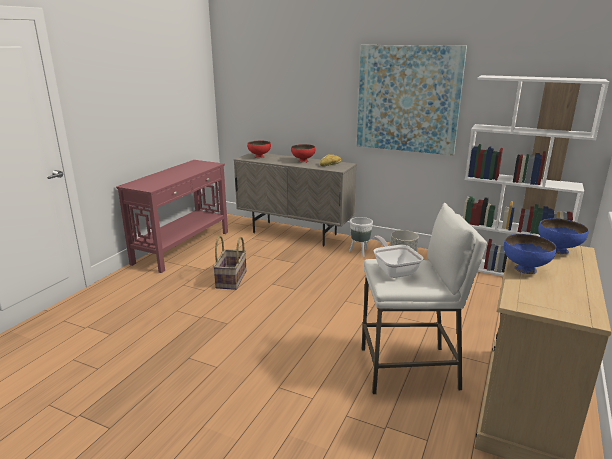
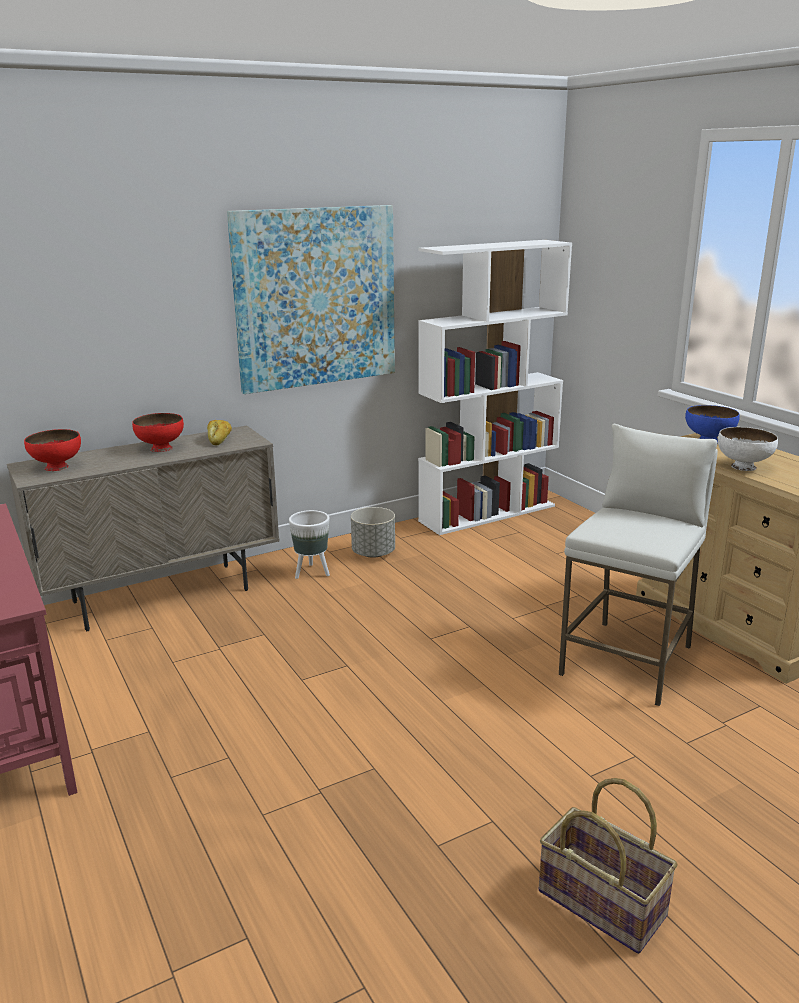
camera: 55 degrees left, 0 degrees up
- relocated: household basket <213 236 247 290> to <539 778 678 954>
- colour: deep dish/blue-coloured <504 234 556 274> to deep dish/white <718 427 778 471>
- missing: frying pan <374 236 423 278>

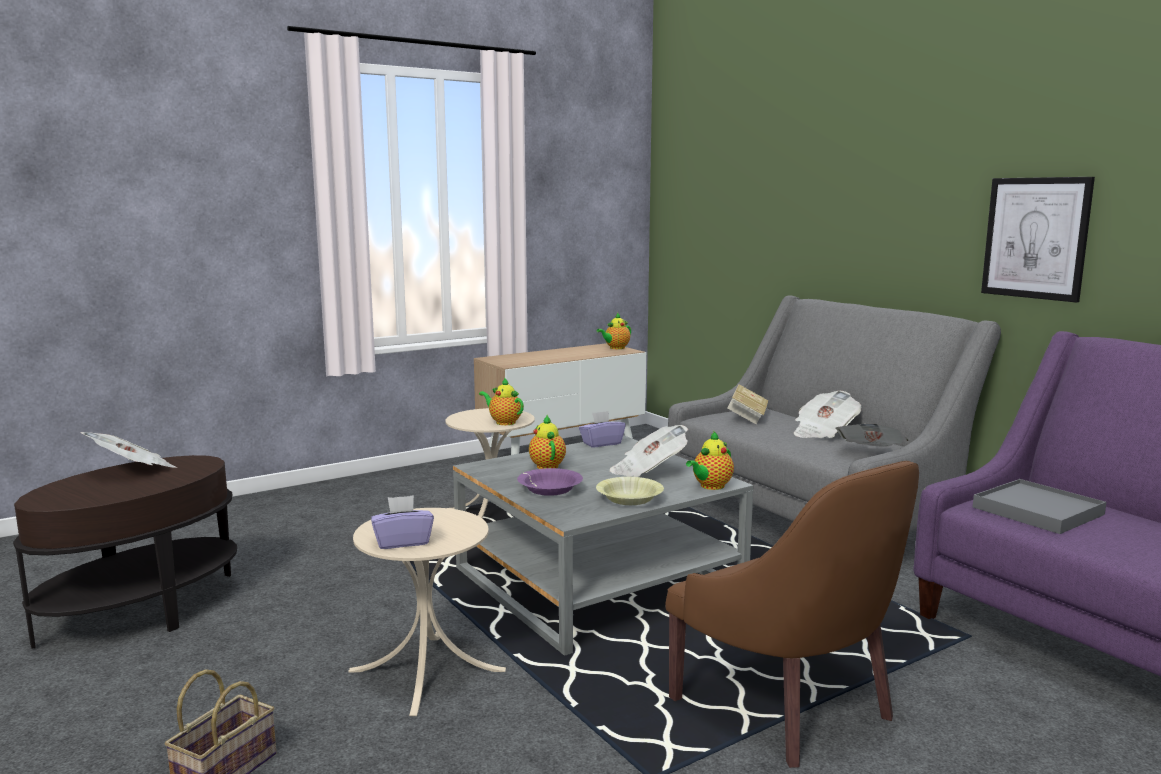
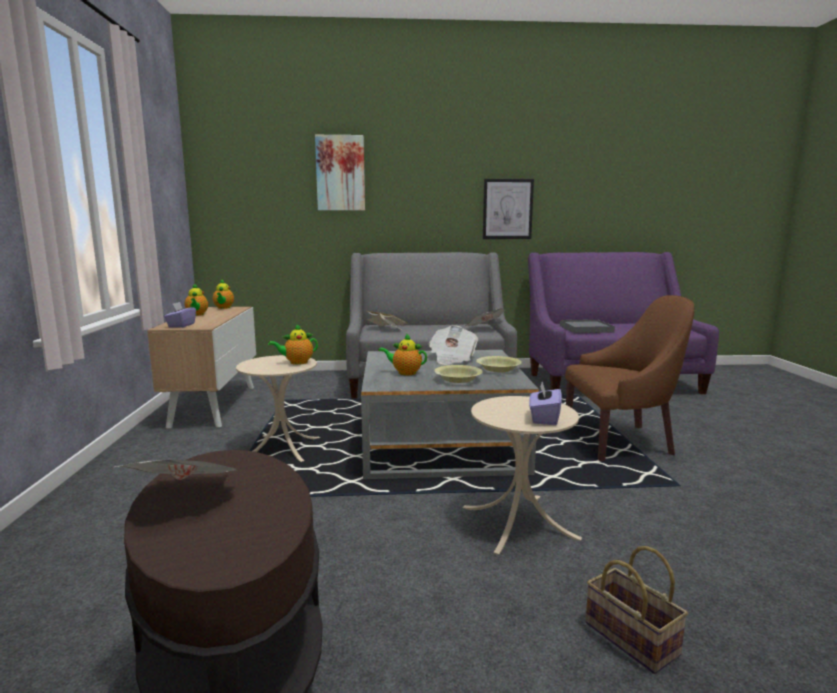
camera: 60 degrees left, 0 degrees up
- relocated: tissue holder/purple-coloured <579 411 626 448> to <164 302 196 328>
- relocated: tea pot <686 431 734 490> to <185 283 208 316>
- appeared: picture <315 135 365 211>
- colour: deep dish/purple-coloured <517 468 583 496> to deep dish/yellow-coloured <434 365 483 383>
- missing: newspaper <794 391 861 438>

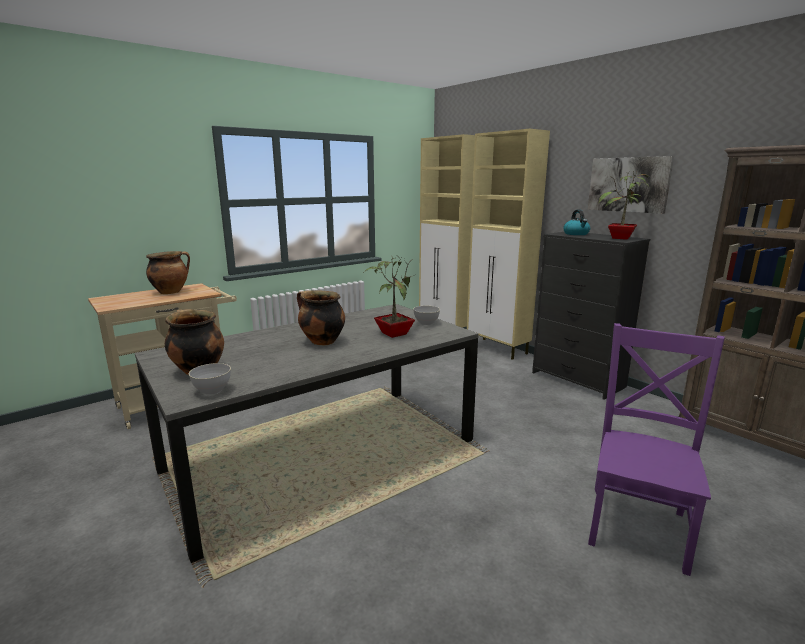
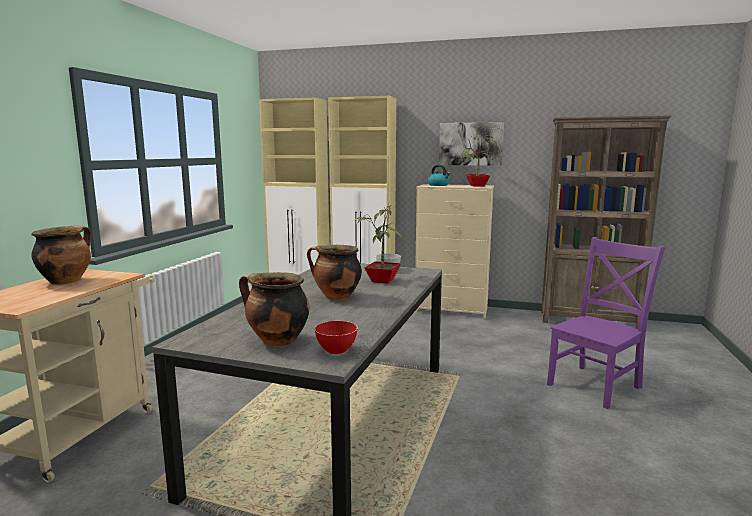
camera: 35 degrees left, 5 degrees down
- colour: deep dish/gray <189 363 231 395> to deep dish/red-coloured <315 321 358 354>
- colour: dresser/black-coloured <532 232 650 400> to dresser/beige-coloured <415 184 494 319>
- spun: upright chair/purple-coloured <588 323 725 576> = <547 237 665 409> 60 degrees clockwise

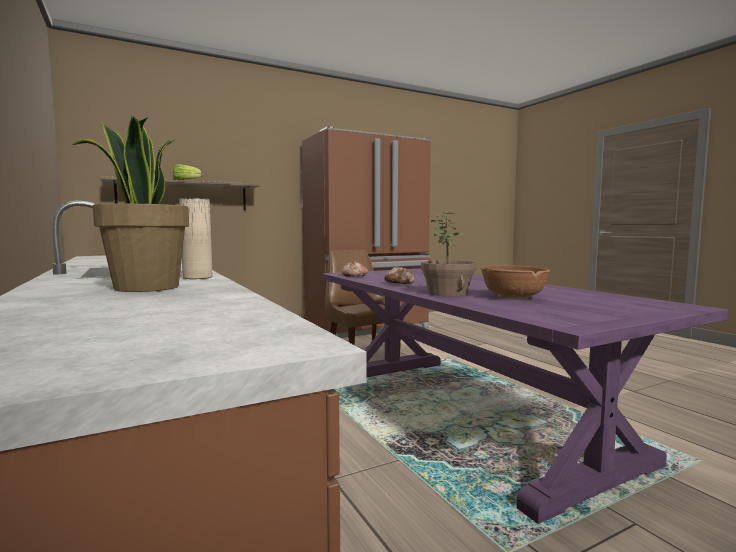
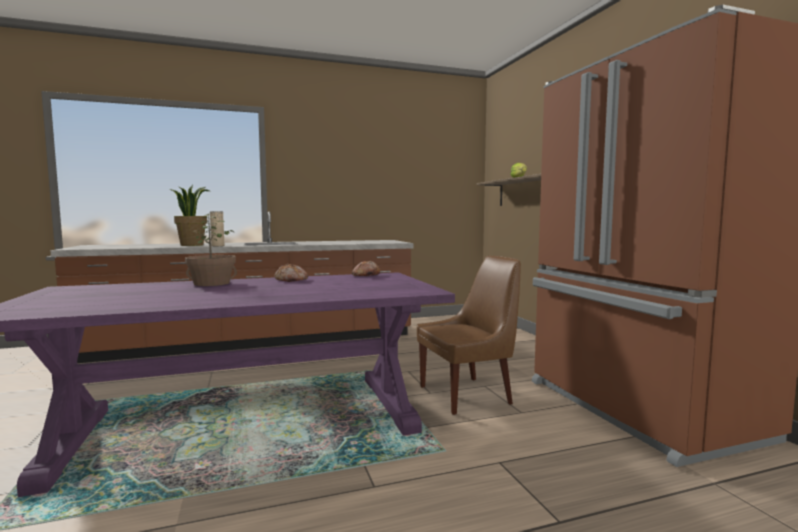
camera: 100 degrees right, 0 degrees up
- missing: deep dish/brownish <481 265 550 299>

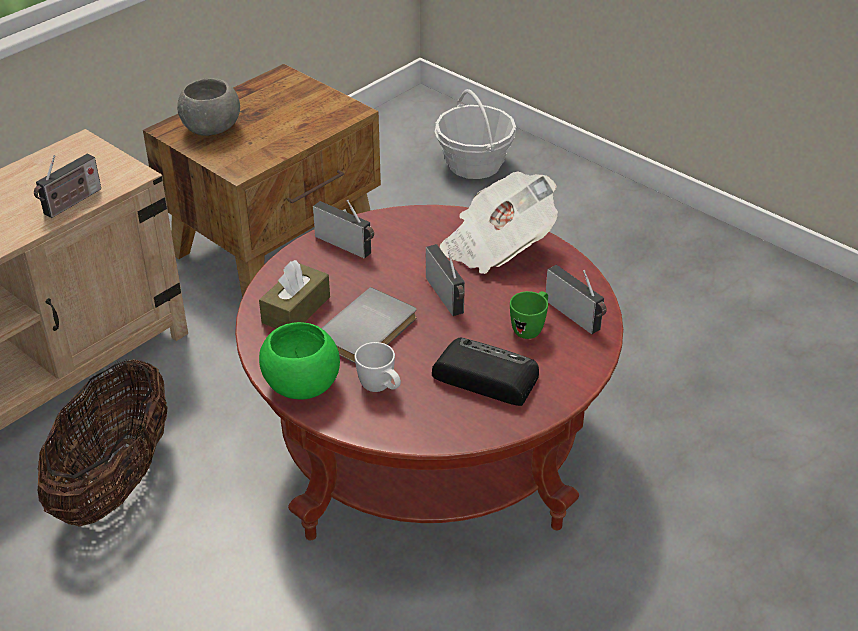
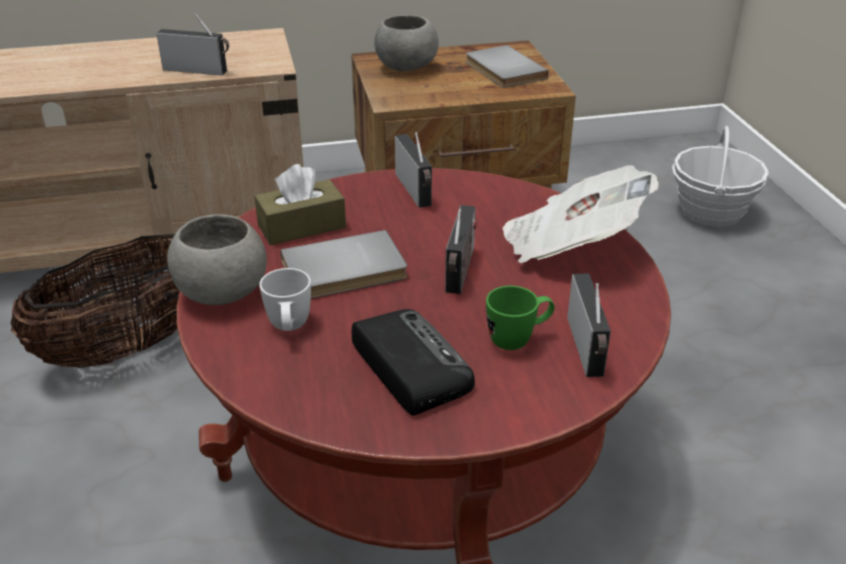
camera: 35 degrees right, 5 degrees down
- spun: radio set <34 154 101 218> = <156 13 229 76> 150 degrees counterclockwise
- colour: deep dish/greenish <259 322 340 400> to deep dish/gray <167 214 267 305>
- appeared: volume/gray <466 45 548 88>

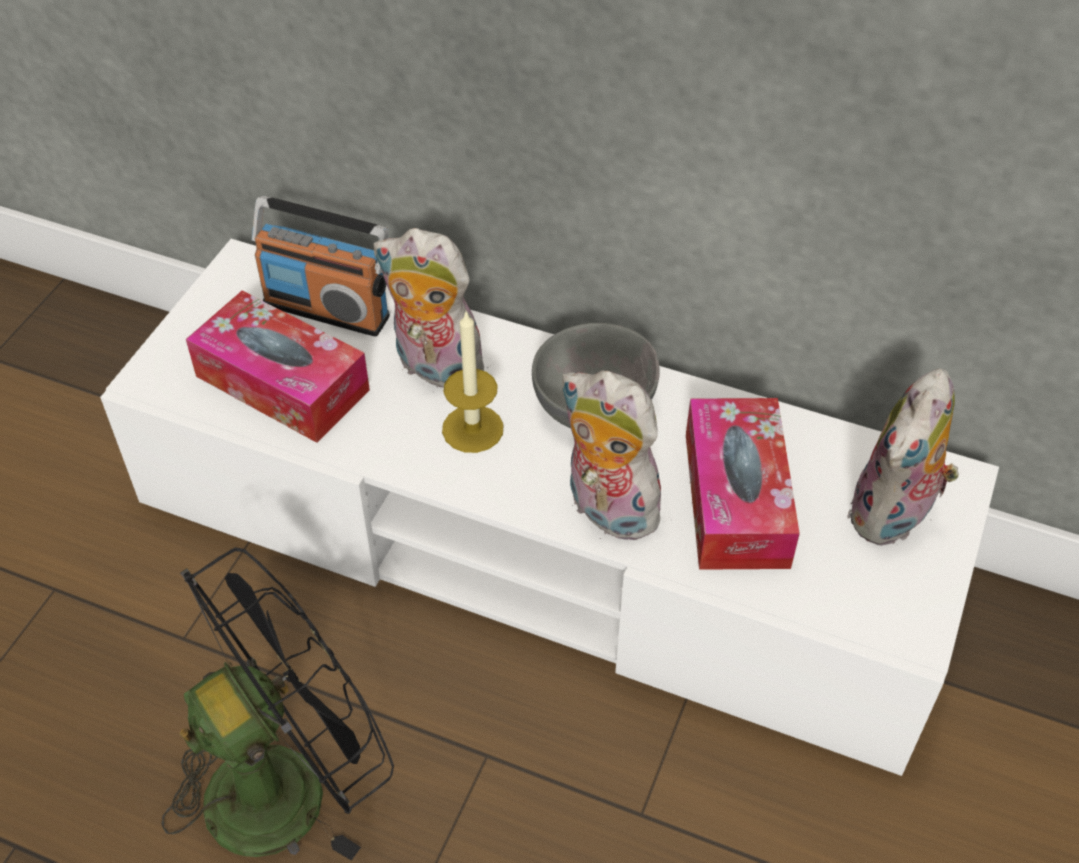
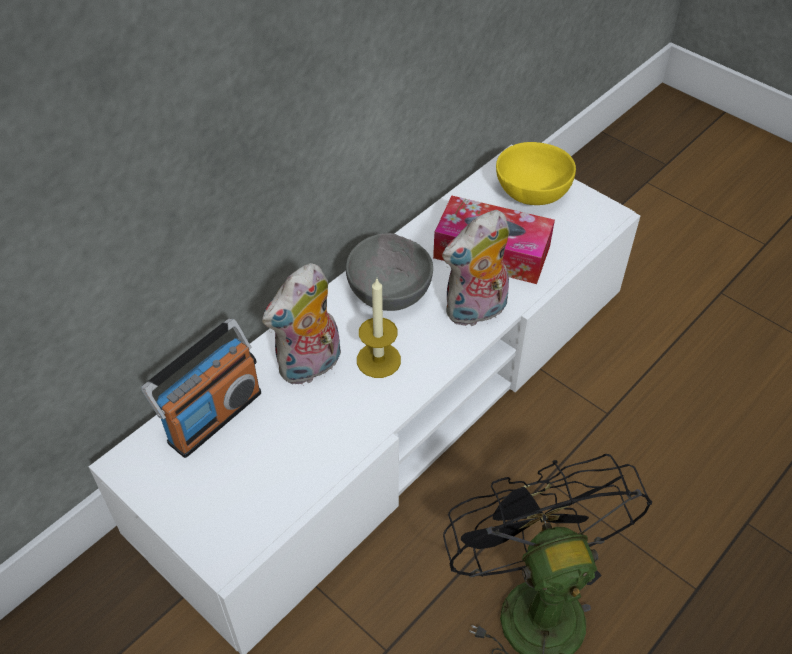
camera: 70 degrees left, 0 degrees up
- exchanged: soft toy <847 369 959 546> to deep dish/yellow-coloured <496 142 576 205>
- missing: tissue holder <186 291 370 443>

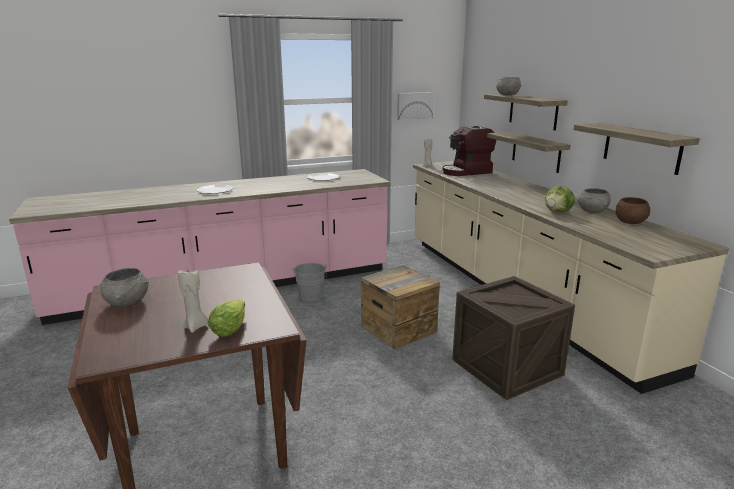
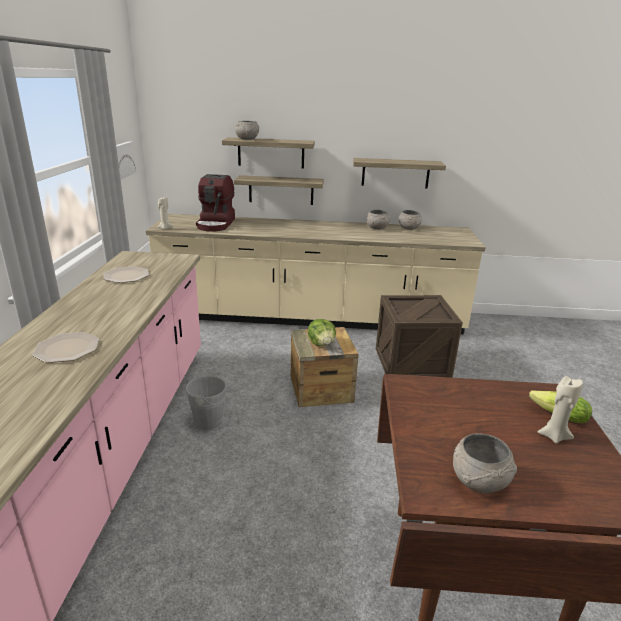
camera: 65 degrees left, 5 degrees up
- relocated: lettuce <545 186 575 212> to <308 319 336 346>
- colour: deep dish/brownish <616 197 650 224> to deep dish/gray <398 210 422 230>

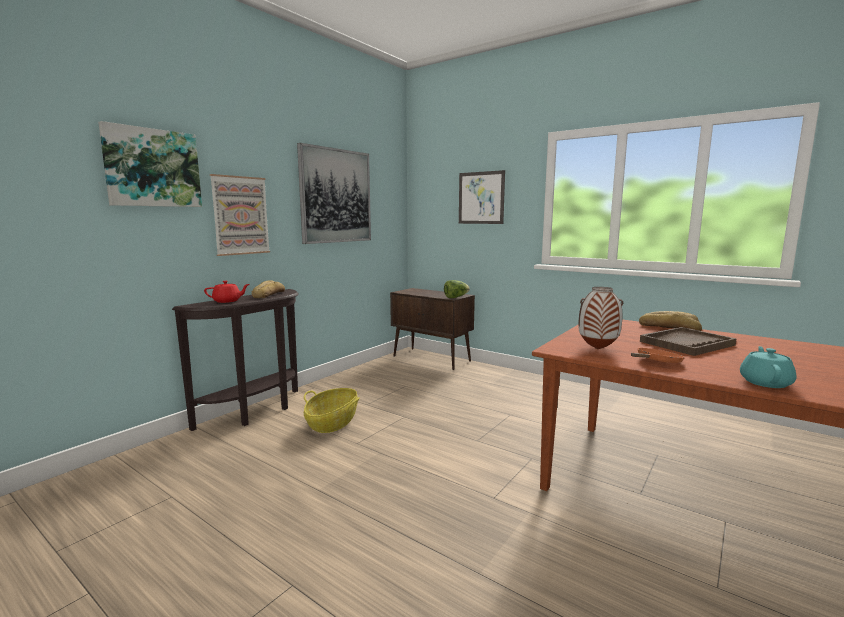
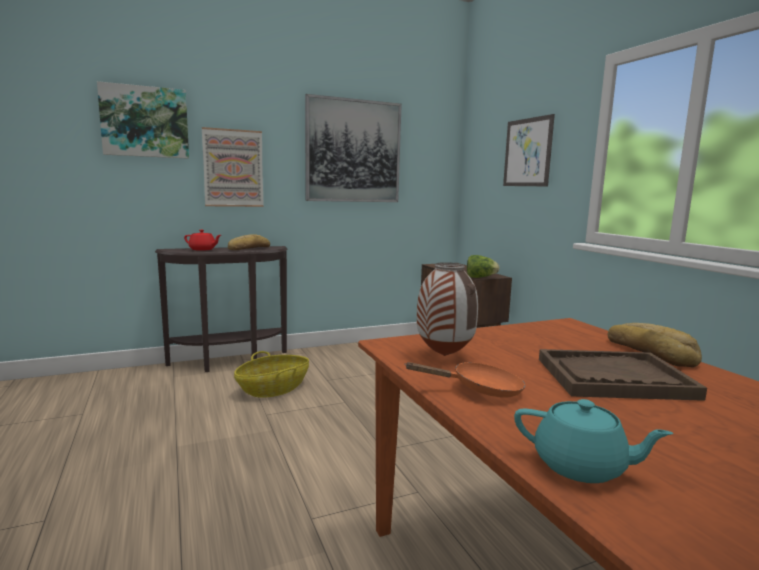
camera: 30 degrees right, 0 degrees up
- spun: tea pot/blue-green <740 346 797 388> = <514 399 673 483> 60 degrees clockwise

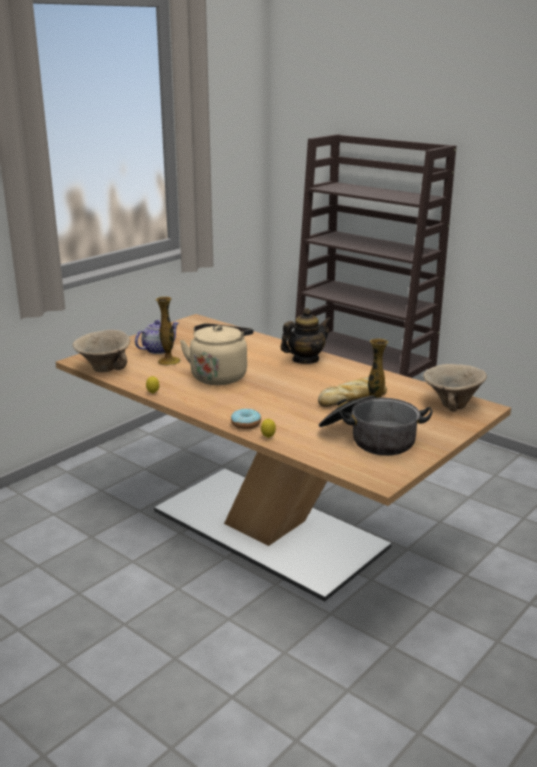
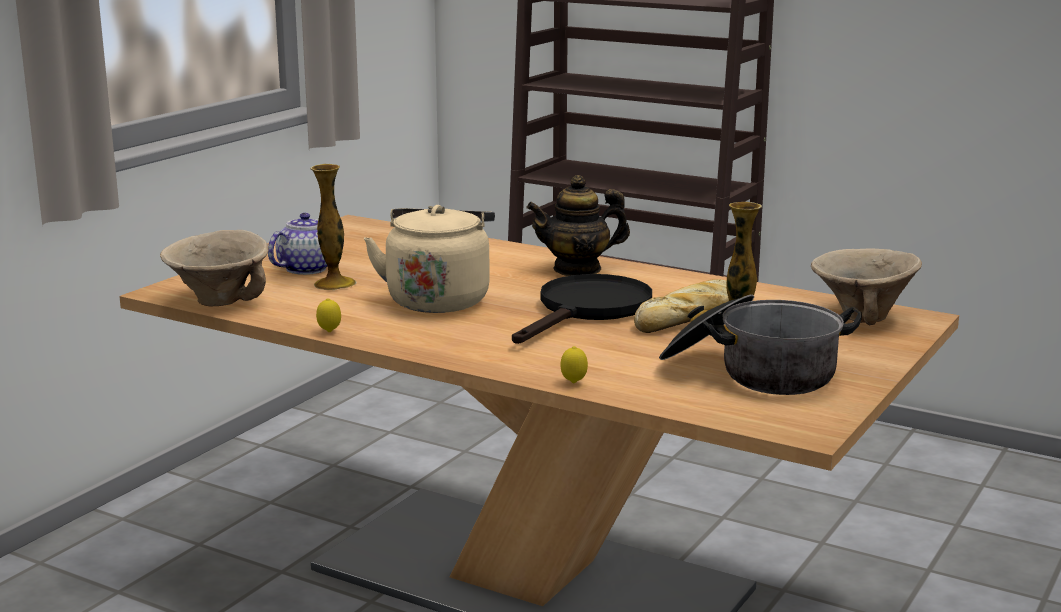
camera: 10 degrees left, 5 degrees down
- appeared: frying pan/black-coloured <512 274 652 344>
- spun: tea pot <280 308 331 364> = <526 175 630 276> 150 degrees counterclockwise
- missing: donut <231 409 261 429>

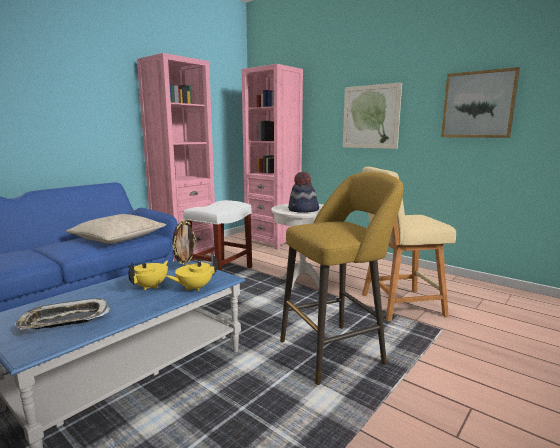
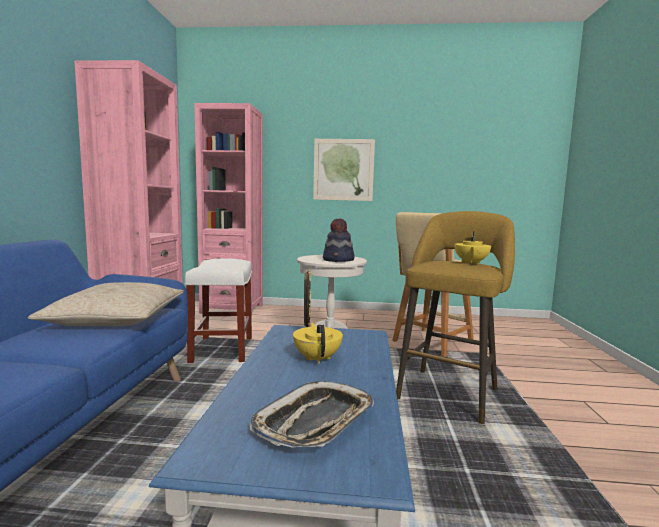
camera: 35 degrees left, 5 degrees down
- relocated: tea pot/yellow-coloured <166 254 218 291> to <454 231 491 264>
- missing: picture <441 67 520 138>

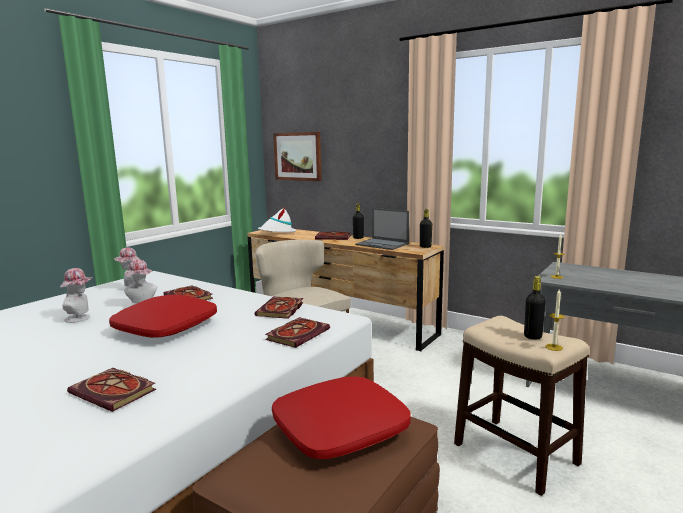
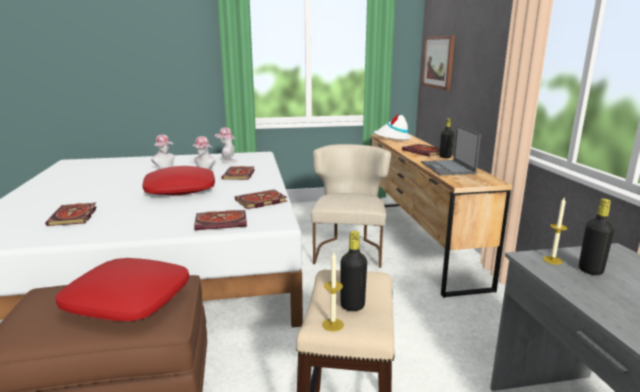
camera: 45 degrees right, 5 degrees up
- relocated: drink bottle/black-coloured <420 209 432 248> to <579 199 614 275>

